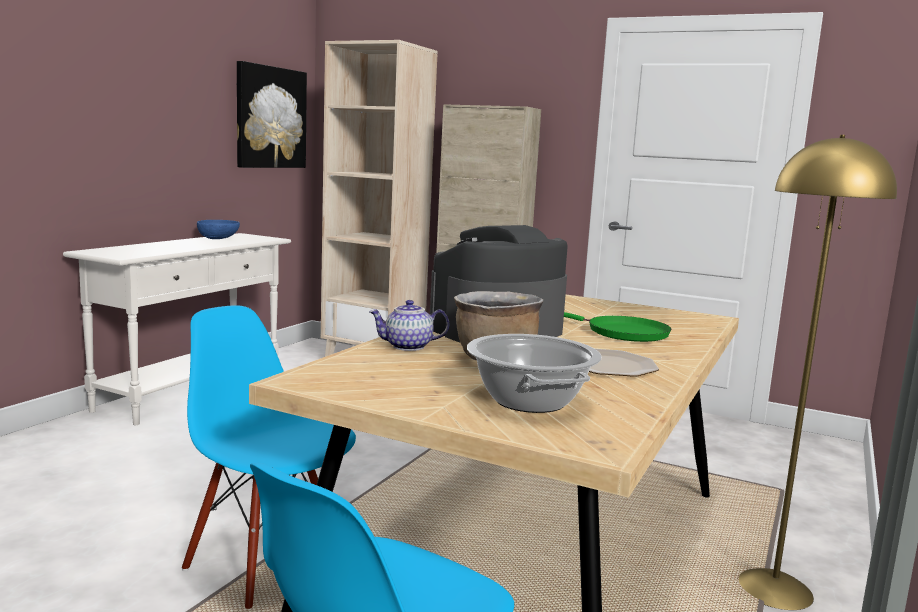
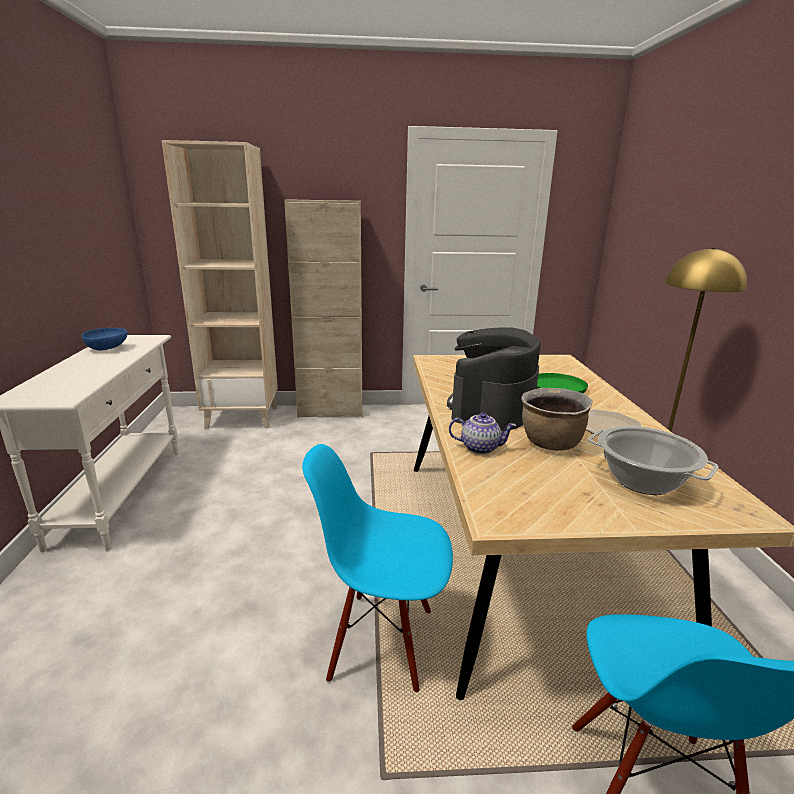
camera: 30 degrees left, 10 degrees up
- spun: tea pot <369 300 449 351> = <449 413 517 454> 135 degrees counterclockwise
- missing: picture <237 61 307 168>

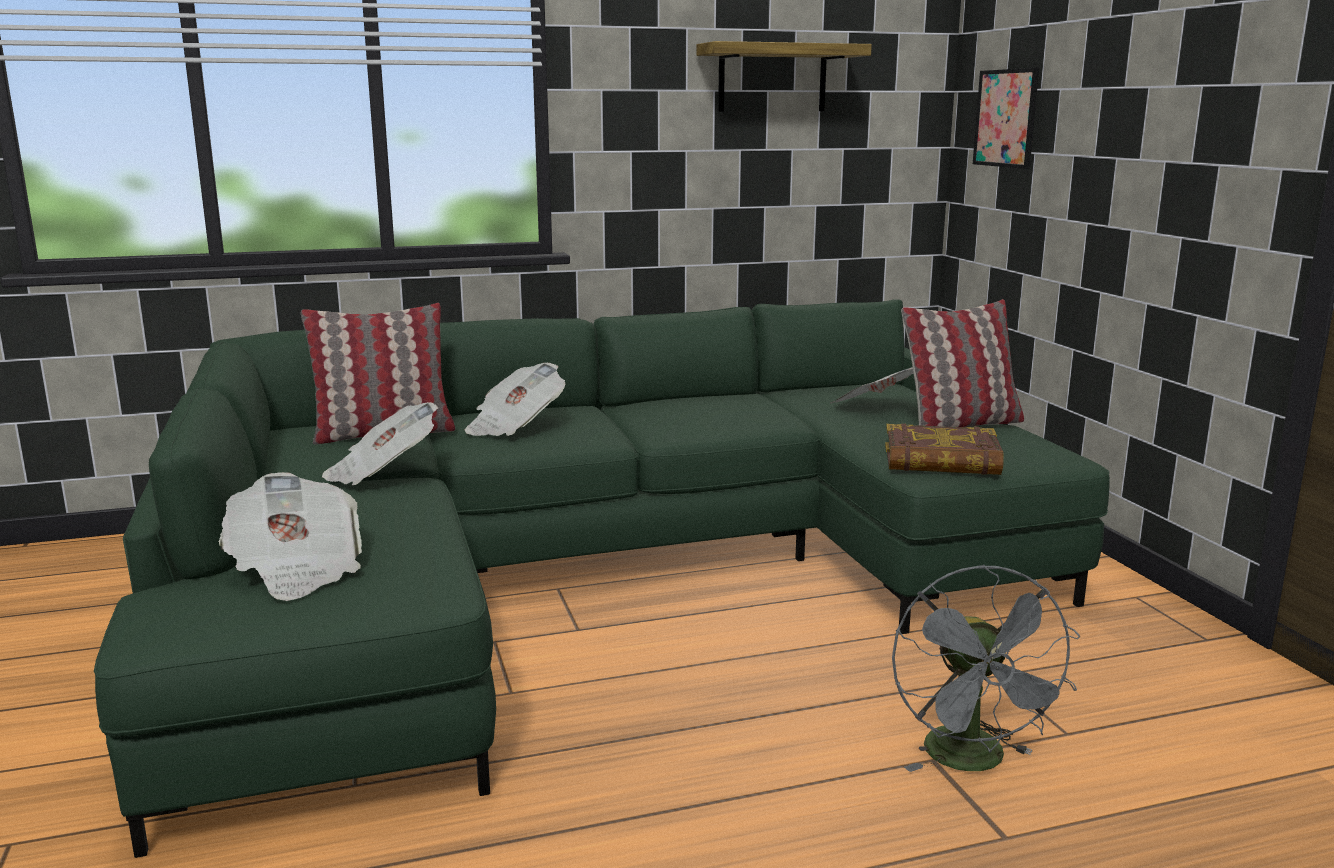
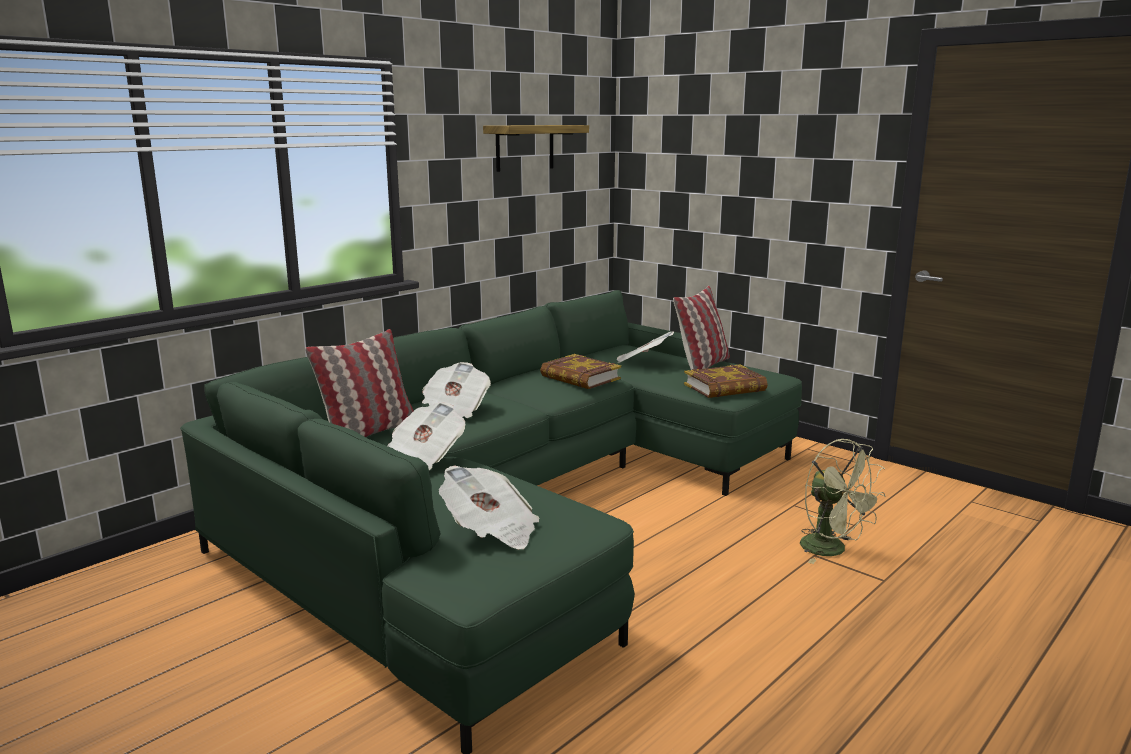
camera: 30 degrees left, 0 degrees up
- appeared: volume <540 354 621 389>
- colour: electric fan/gray <892 564 1080 772> to electric fan/greenish <800 439 885 564>
- missing: picture <973 68 1039 169>

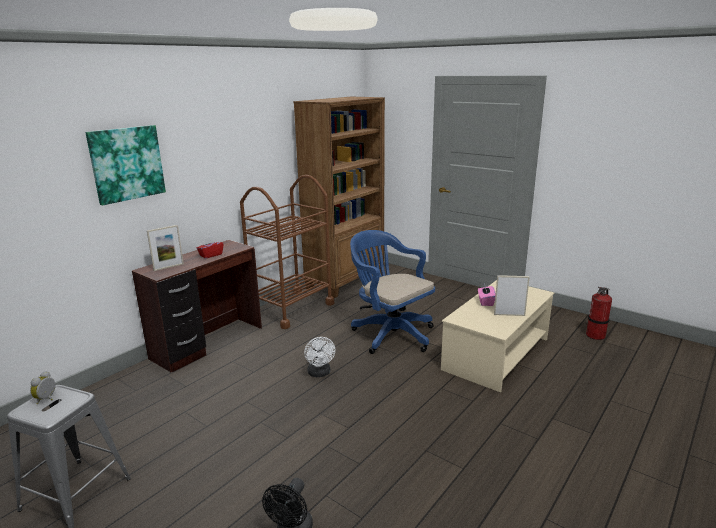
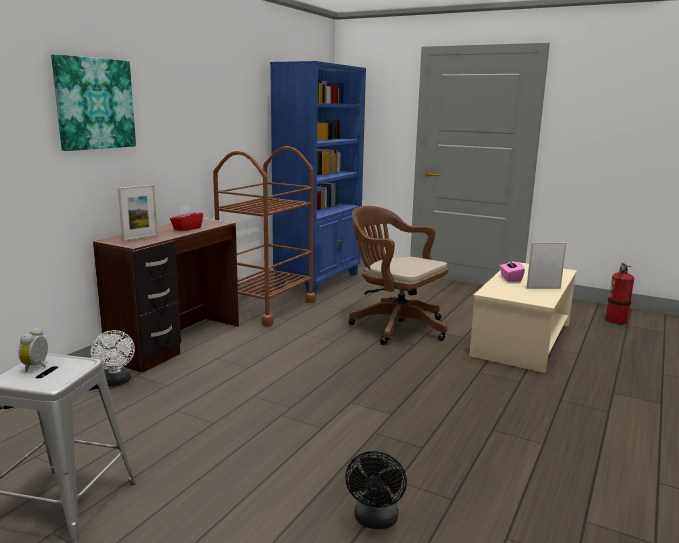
camera: 10 degrees left, 5 degrees down
- relocated: electric fan/white <304 337 335 377> to <91 330 135 386>
- colour: bookcase/brownish <294 97 385 298> to bookcase/blue-coloured <270 61 366 295>
- colour: office chair/blue-coloured <350 230 435 354> to office chair/brownish <349 206 448 345>

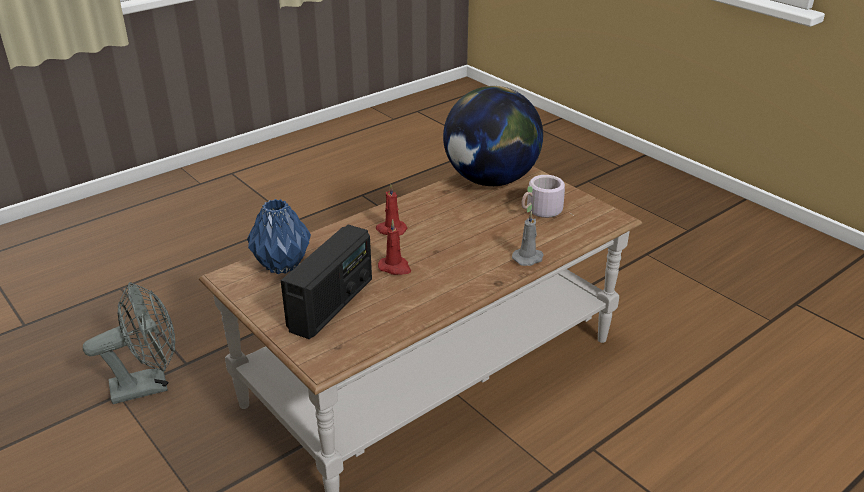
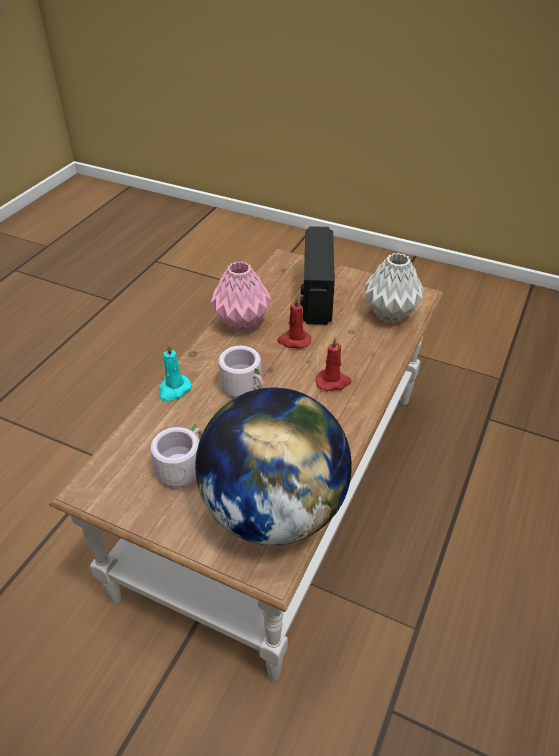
camera: 155 degrees right, 10 degrees up
- colour: wax candle/gray <512 211 544 266> to wax candle/blue-green <159 344 192 401>
- appeared: flower vase/pinkish <211 261 271 333>
- appeared: tea mug/gray <218 346 264 398>
- colour: flower vase/blue-coloured <247 199 311 274> to flower vase/gray <364 253 424 323>
- missing: electric fan/gray <83 282 175 404>

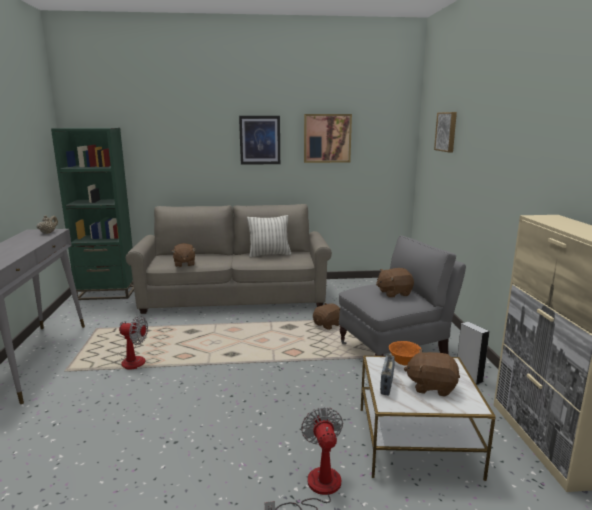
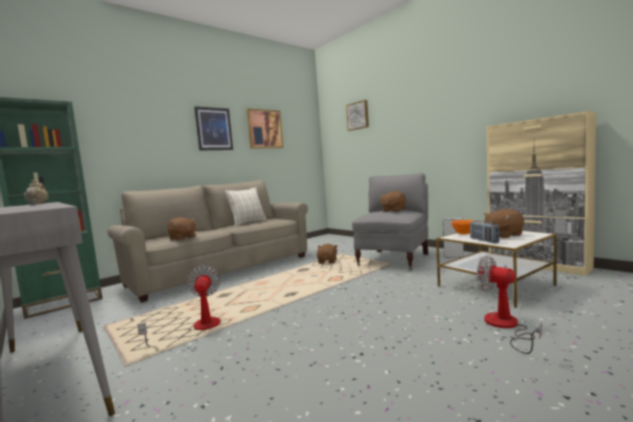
camera: 35 degrees left, 10 degrees down
- spun: electric fan <117 316 148 369> = <137 266 221 347> 75 degrees counterclockwise

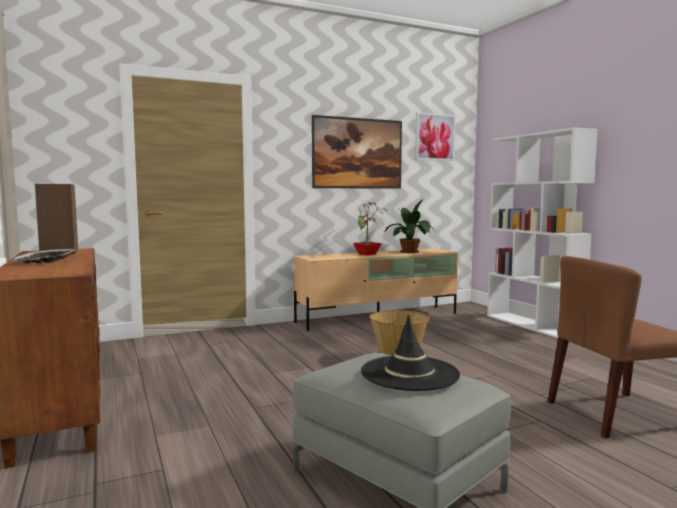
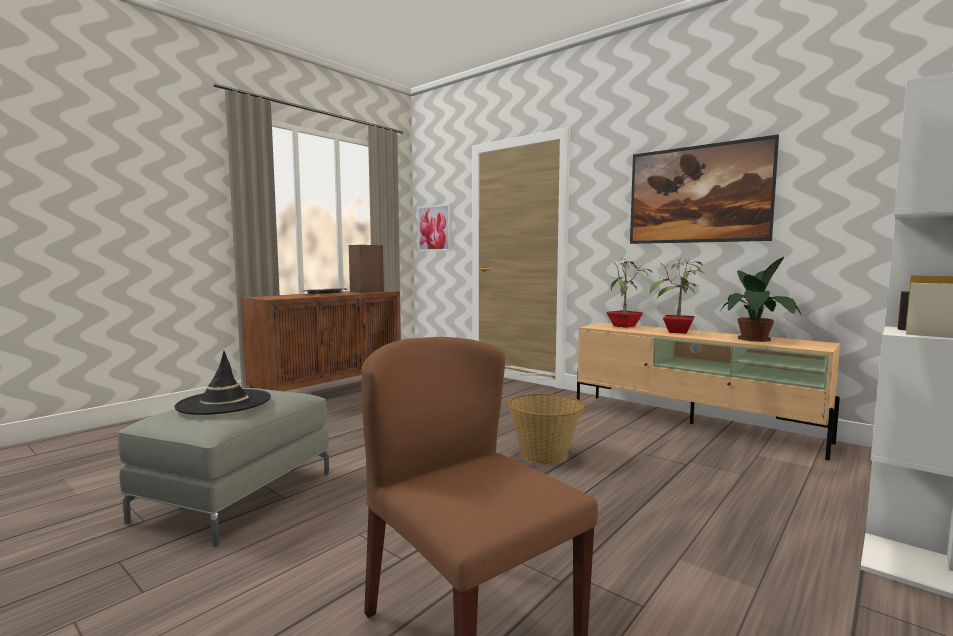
camera: 65 degrees right, 0 degrees up
- relocated: picture <415 112 456 161> to <417 204 452 252>
- appeared: plant in a pot <607 258 652 328>

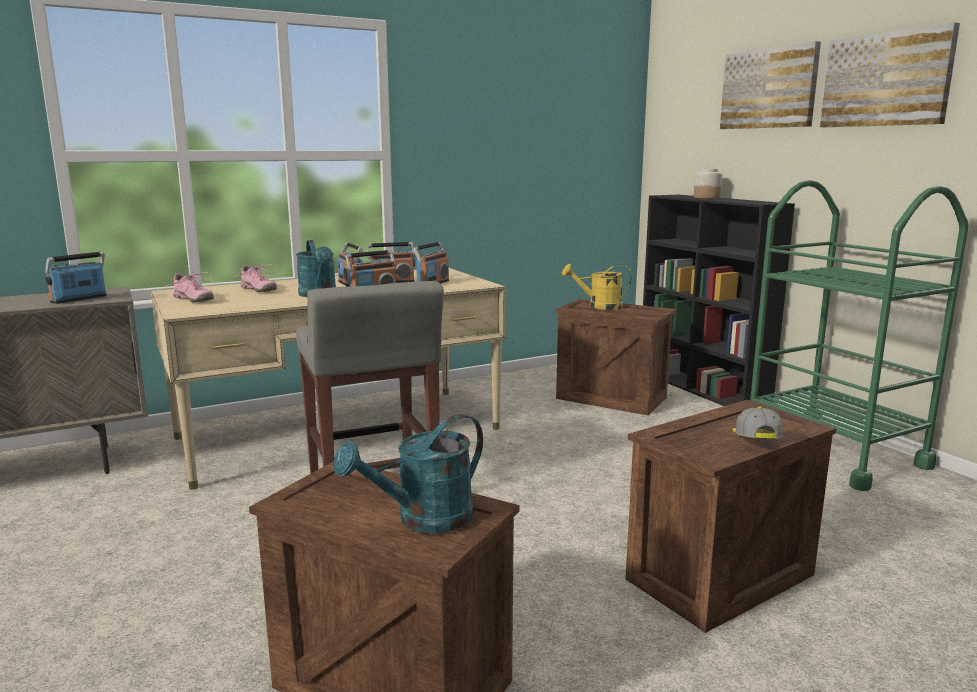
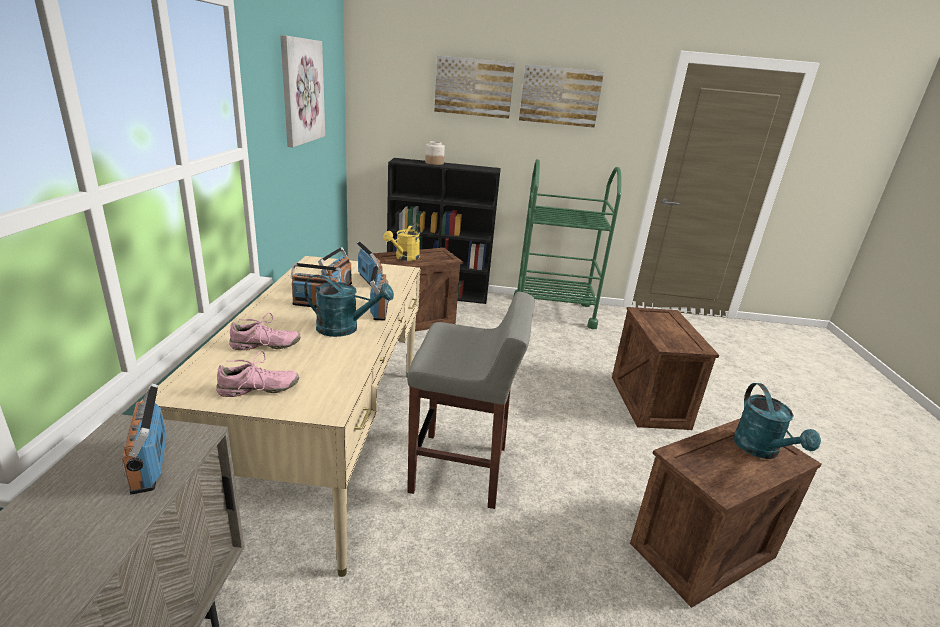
camera: 60 degrees left, 10 degrees up
- appeared: picture <280 35 325 147>
- missing: baseball cap <732 406 783 439>

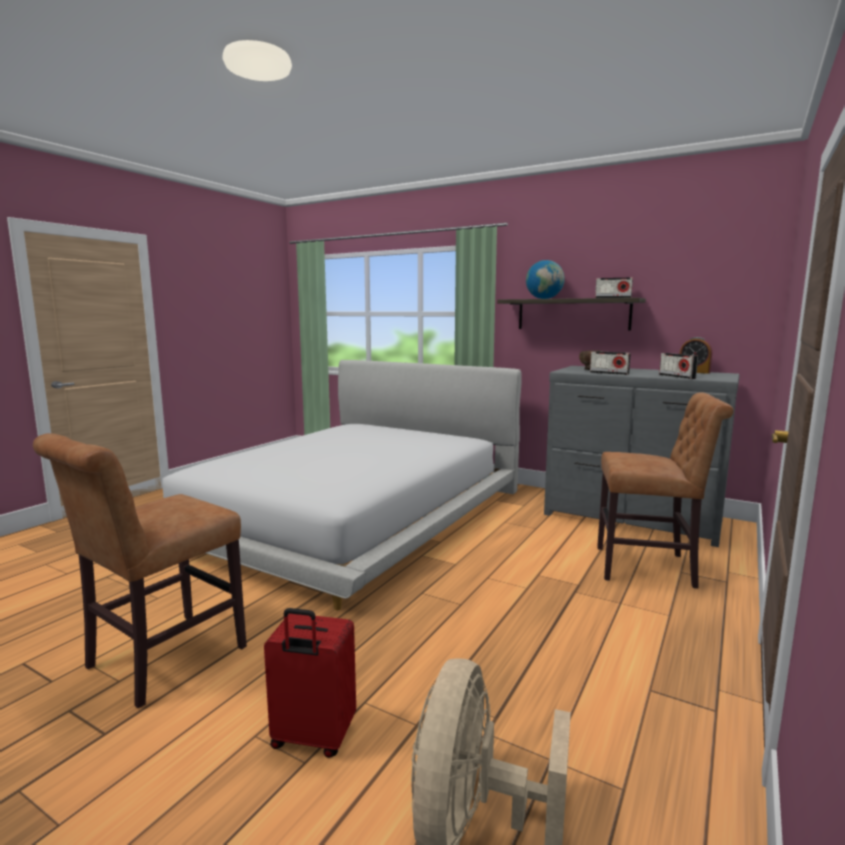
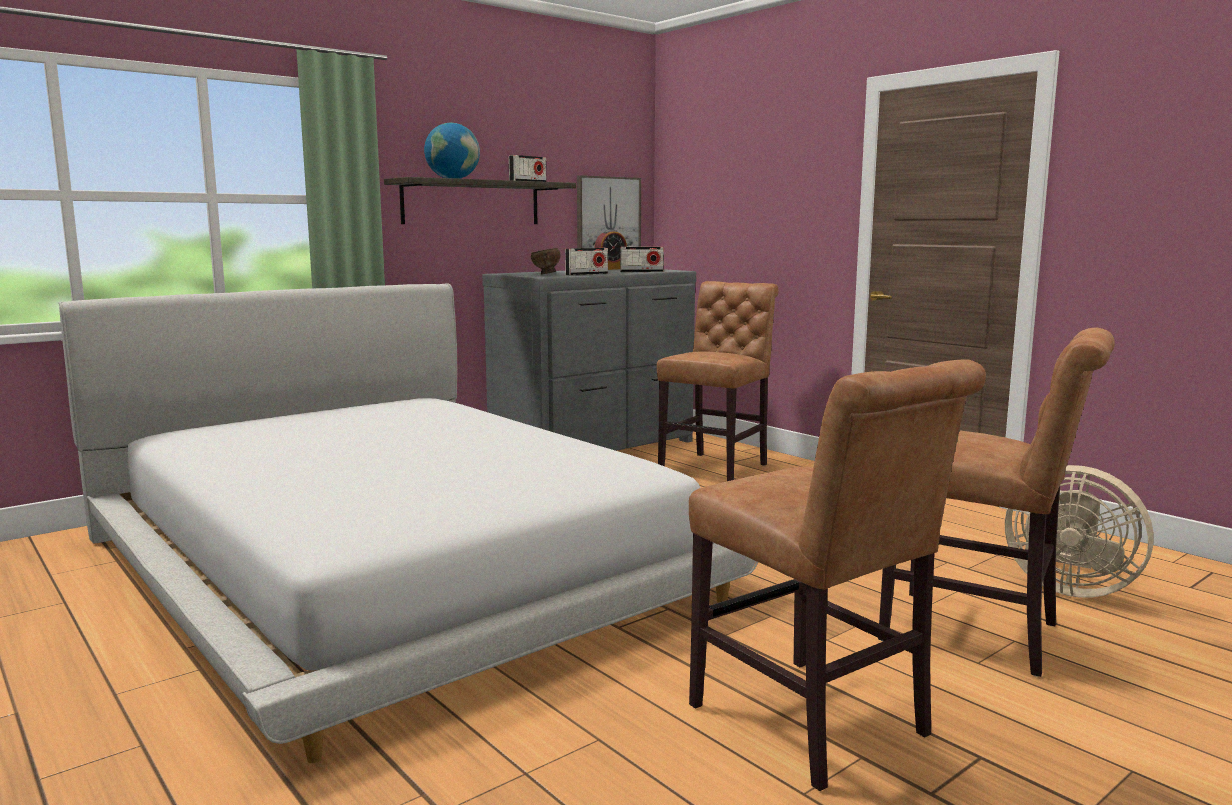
camera: 70 degrees left, 0 degrees up
- appeared: picture <577 175 641 248>
- exchanged: piece of luggage/red-coloured <264 608 356 758> to upright chair/brownish <878 328 1115 677>

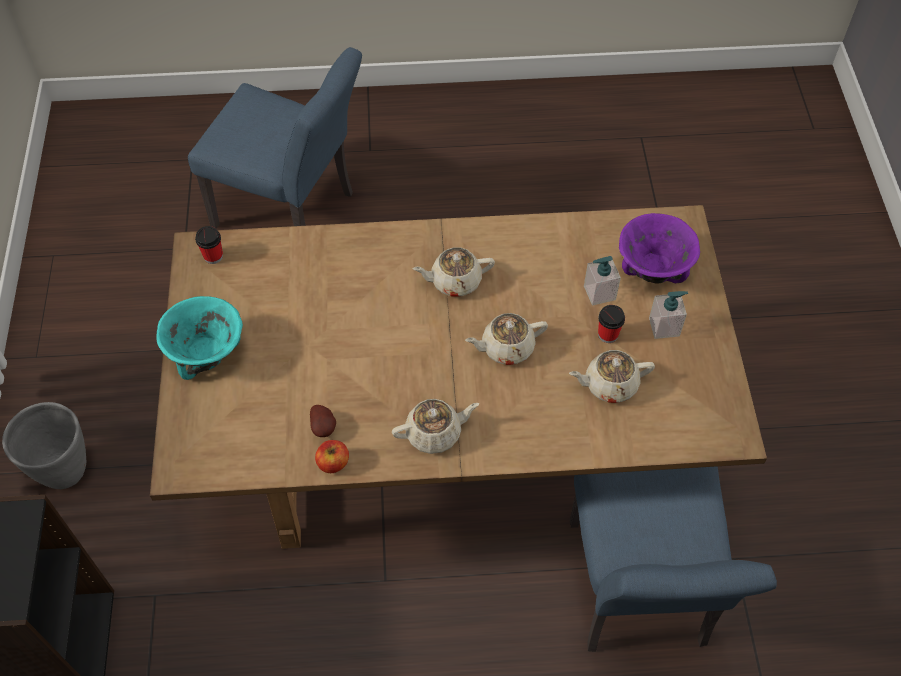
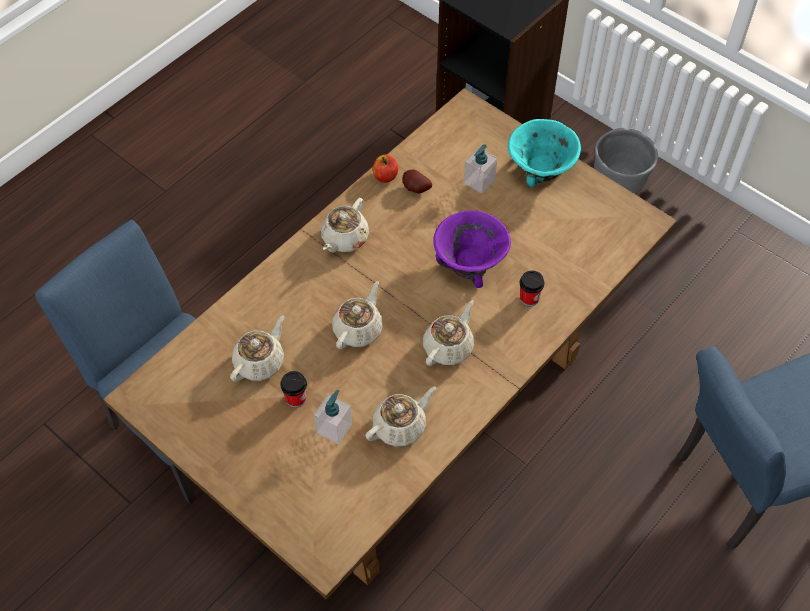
camera: 135 degrees right, 0 degrees up
- appeared: tea pot/beige-coloured <365 387 436 446>
- relocated: deep dish/purple-coloured <619 213 700 284> to <434 210 511 288>
- relocated: soap bottle <649 291 688 339> to <464 144 497 194>
- relocated: drinking cup <195 226 223 264> to <520 270 545 307>

